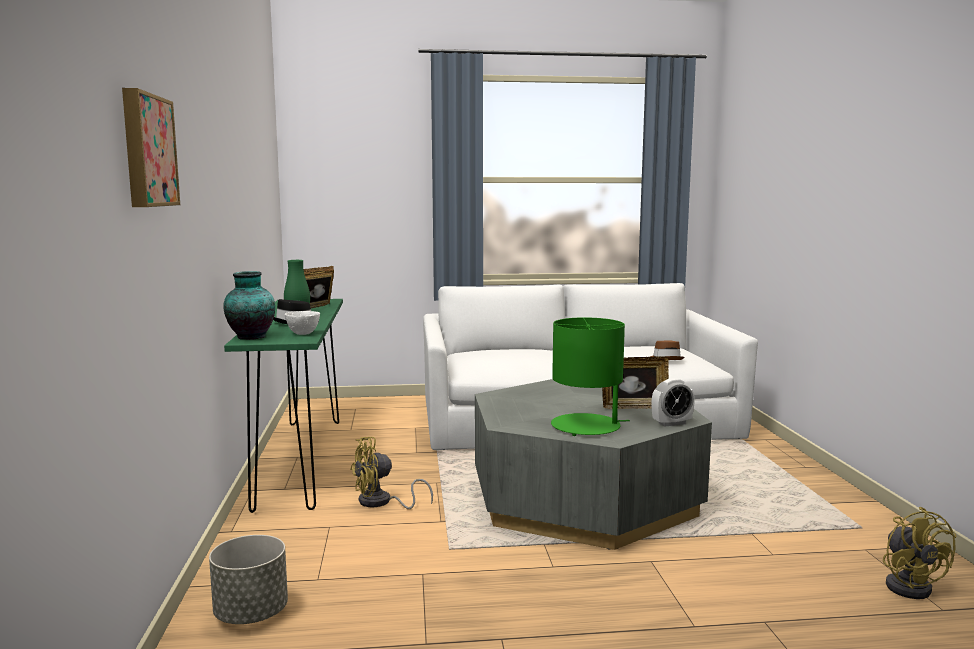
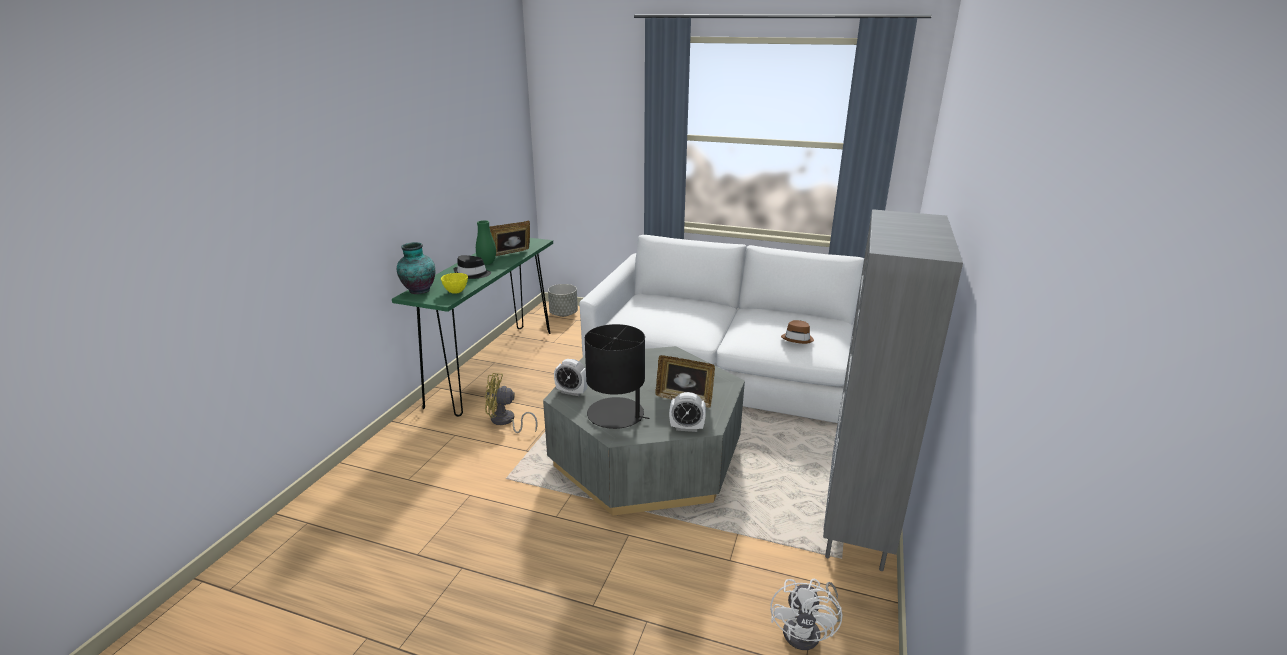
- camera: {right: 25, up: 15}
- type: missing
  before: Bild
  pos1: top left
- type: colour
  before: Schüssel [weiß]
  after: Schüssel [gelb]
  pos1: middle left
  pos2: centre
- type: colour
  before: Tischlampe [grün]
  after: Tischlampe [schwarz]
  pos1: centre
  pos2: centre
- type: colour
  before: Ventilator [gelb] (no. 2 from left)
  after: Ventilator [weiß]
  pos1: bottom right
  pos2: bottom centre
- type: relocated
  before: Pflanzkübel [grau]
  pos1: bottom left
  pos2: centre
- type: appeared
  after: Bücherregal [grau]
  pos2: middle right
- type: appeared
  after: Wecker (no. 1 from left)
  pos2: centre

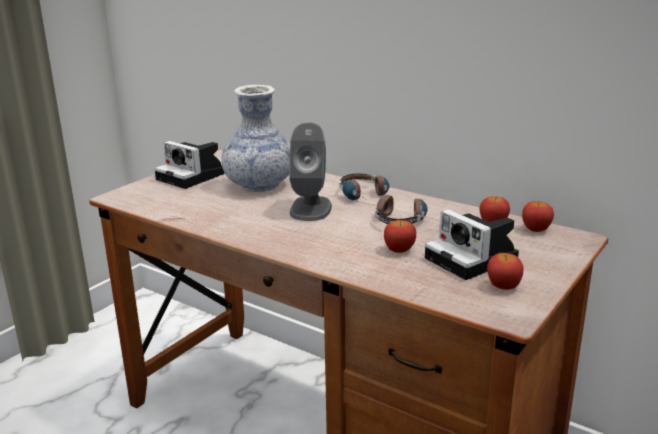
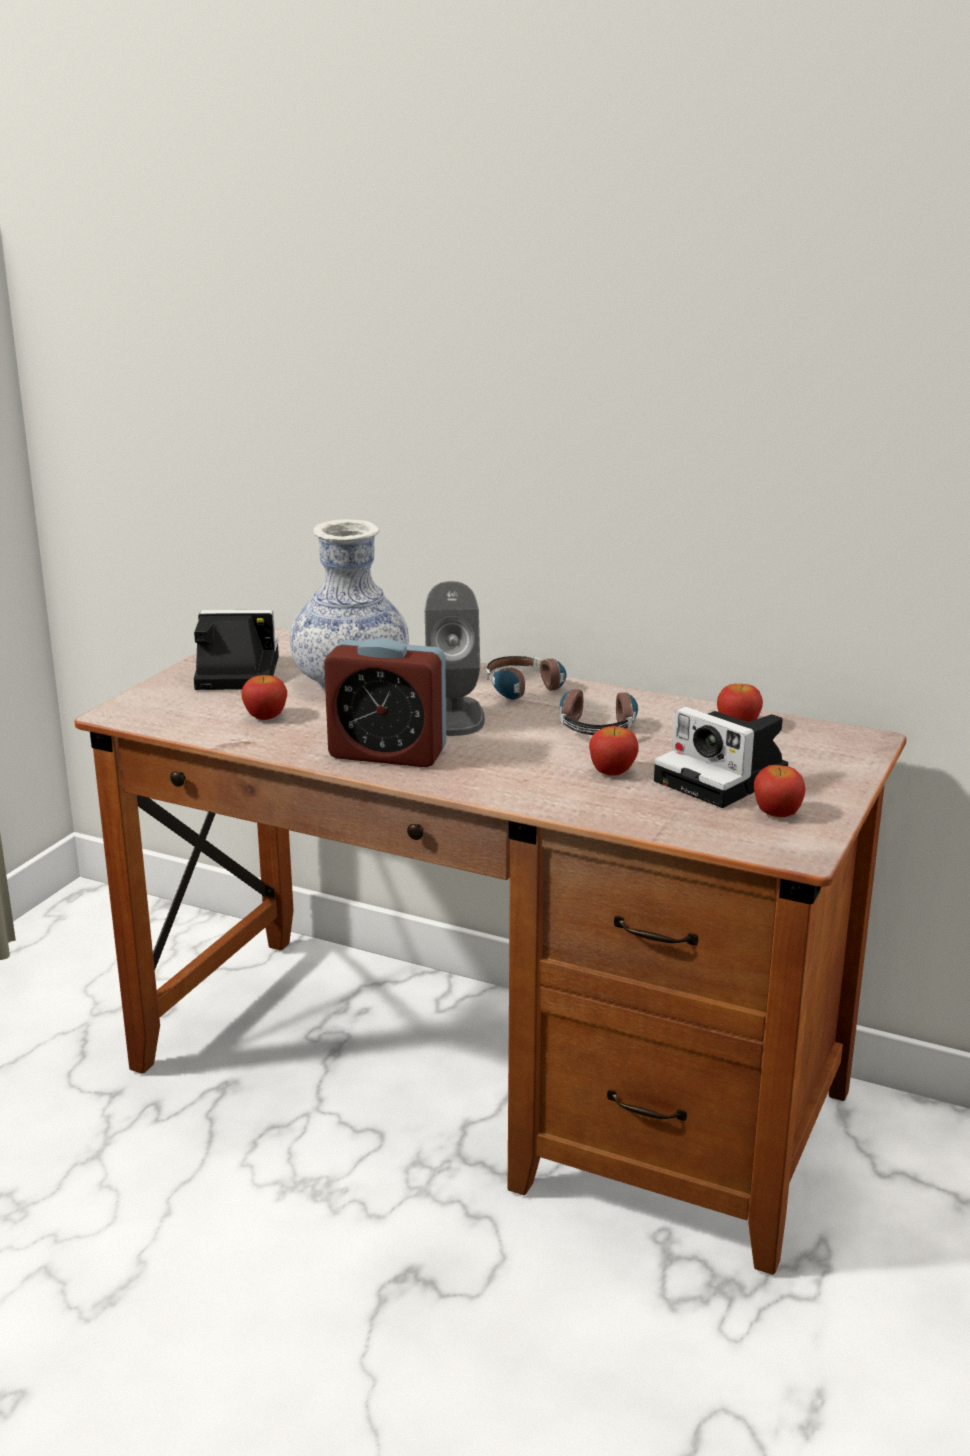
- camera: {right: -10, up: 0}
- type: spun
  before: Kamera (no. 1 from left)
  pos1: middle left
  pos2: middle left
  turn: 150
- type: relocated
  before: Apfel (no. 4 from left in the first image)
  after: Apfel (no. 1 from left)
  pos1: middle right
  pos2: middle left
- type: appeared
  after: Wecker
  pos2: centre

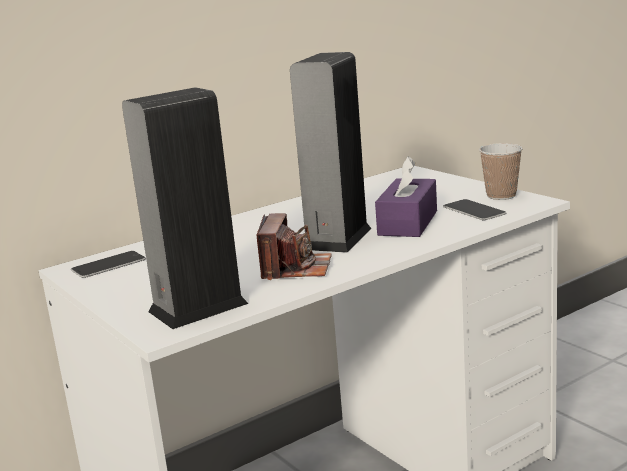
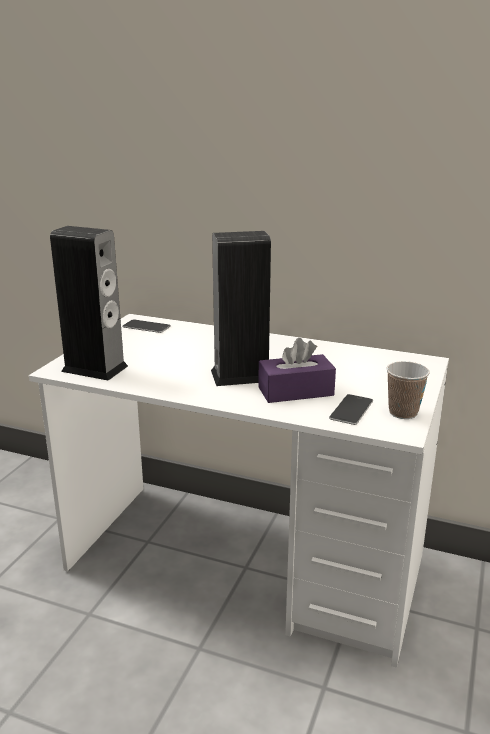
- camera: {right: 55, up: 5}
- type: missing
  before: Kamera
  pos1: centre

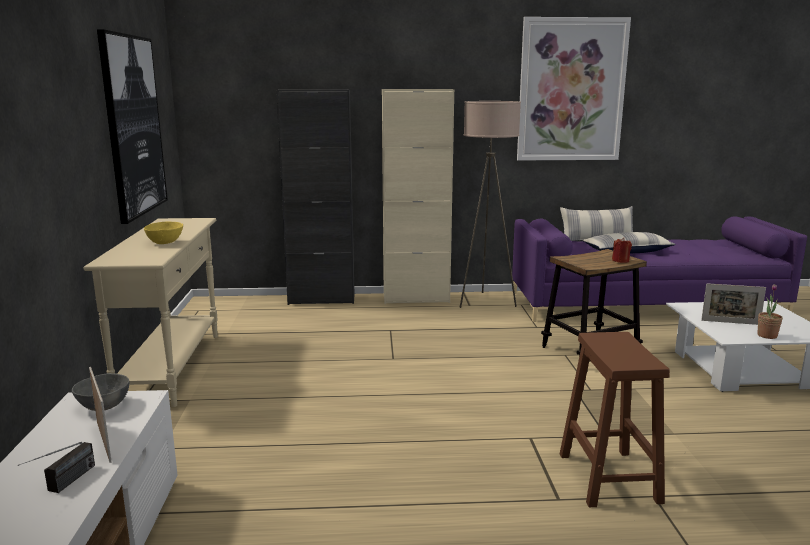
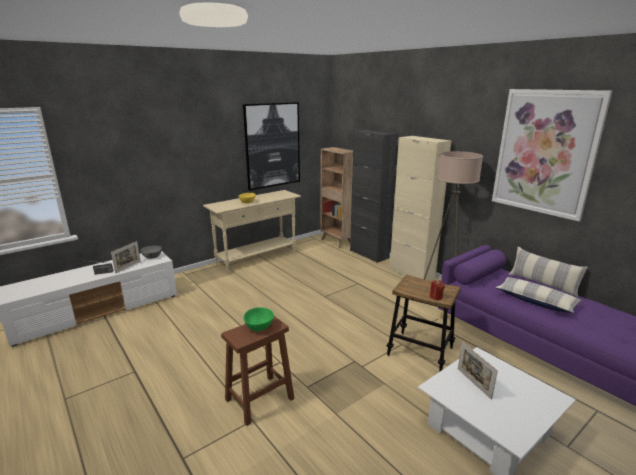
- camera: {right: 55, up: 5}
- type: missing
  before: Topfpflanze
  pos1: middle right
- type: appeared
  after: Bücherregal [braun]
  pos2: centre
- type: appeared
  after: Schüssel [grün]
  pos2: bottom centre

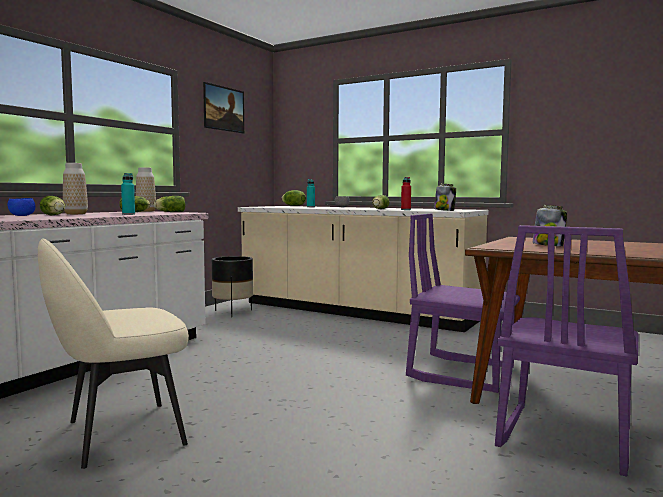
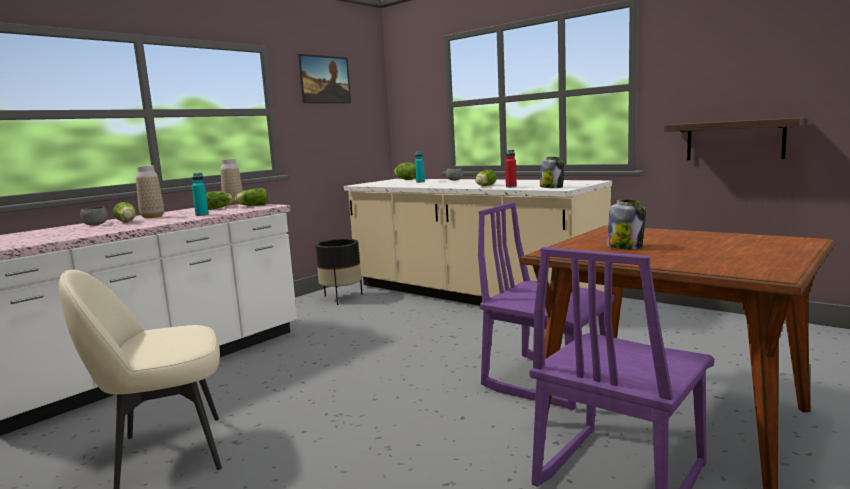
- camera: {right: 10, up: 5}
- type: colour
  before: Schüssel [blau]
  after: Schüssel [grau] (no. 1 from left)
  pos1: middle left
  pos2: middle left
- type: appeared
  after: Wandregal
  pos2: top right

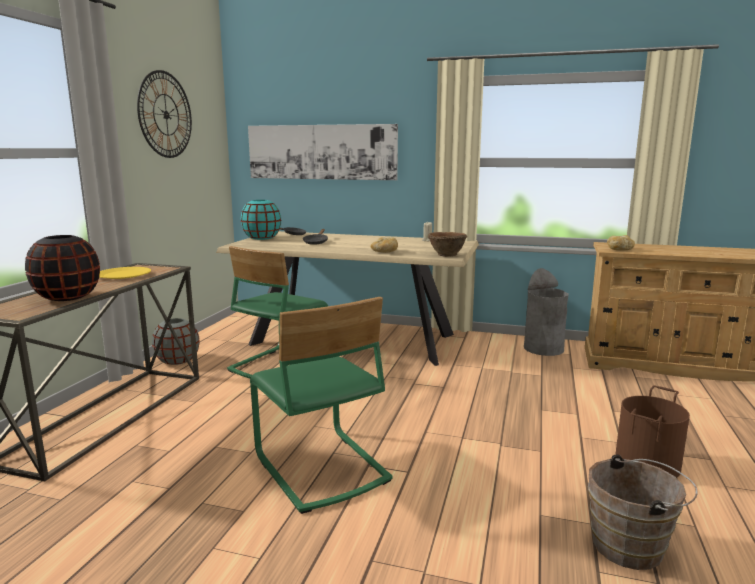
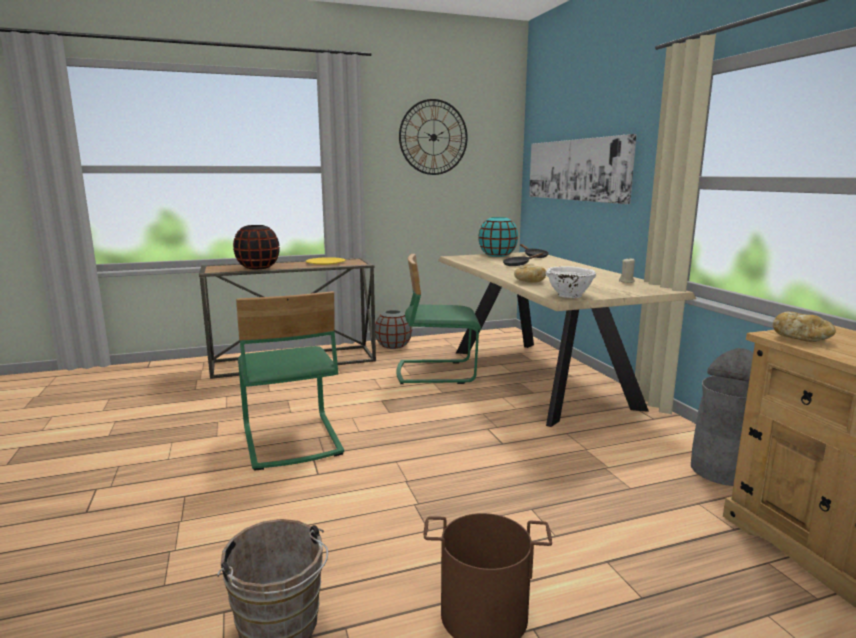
- camera: {right: 55, up: 0}
- type: colour
  before: Schüssel [braun]
  after: Schüssel [weiß]
  pos1: centre
  pos2: middle right
- type: spun
  before: Stuhl [grün] (no. 2 from left in the first image)
  pos1: bottom centre
  pos2: centre
  turn: -45

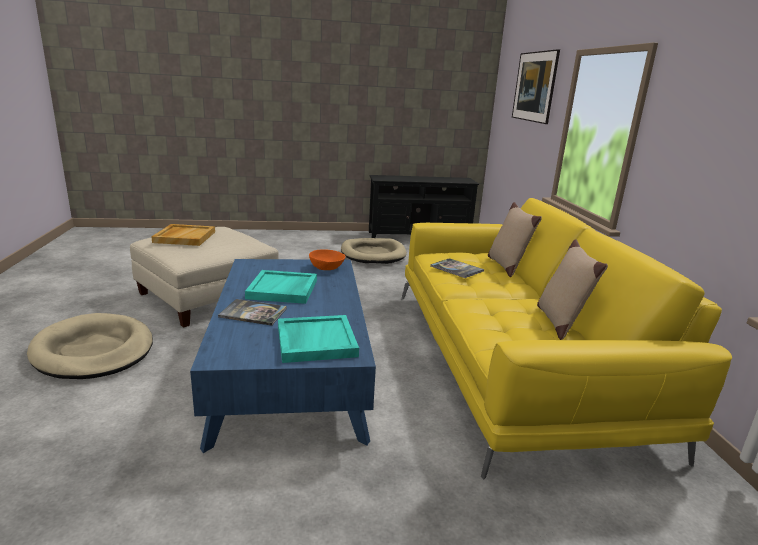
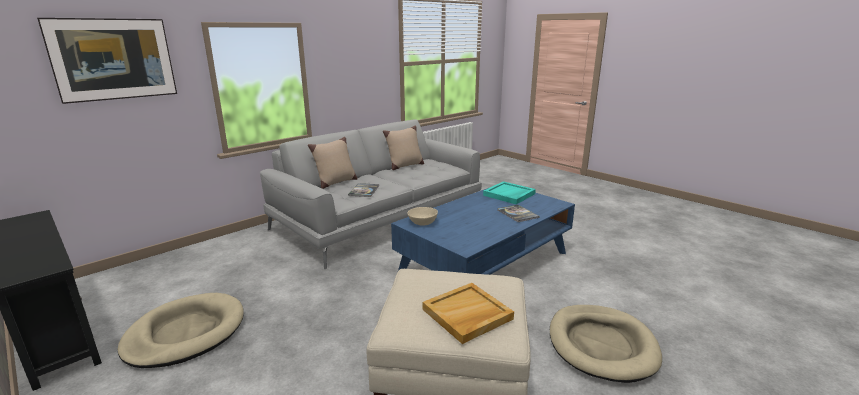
- camera: {right: -125, up: 0}
- type: colour
  before: Sofa [gelb]
  after: Sofa [grau]
  pos1: middle right
  pos2: centre
- type: colour
  before: Schüssel [orange]
  after: Schüssel [beige]
  pos1: centre
  pos2: centre
- type: missing
  before: Tablett [türkis] (no. 1 from left)
  pos1: centre

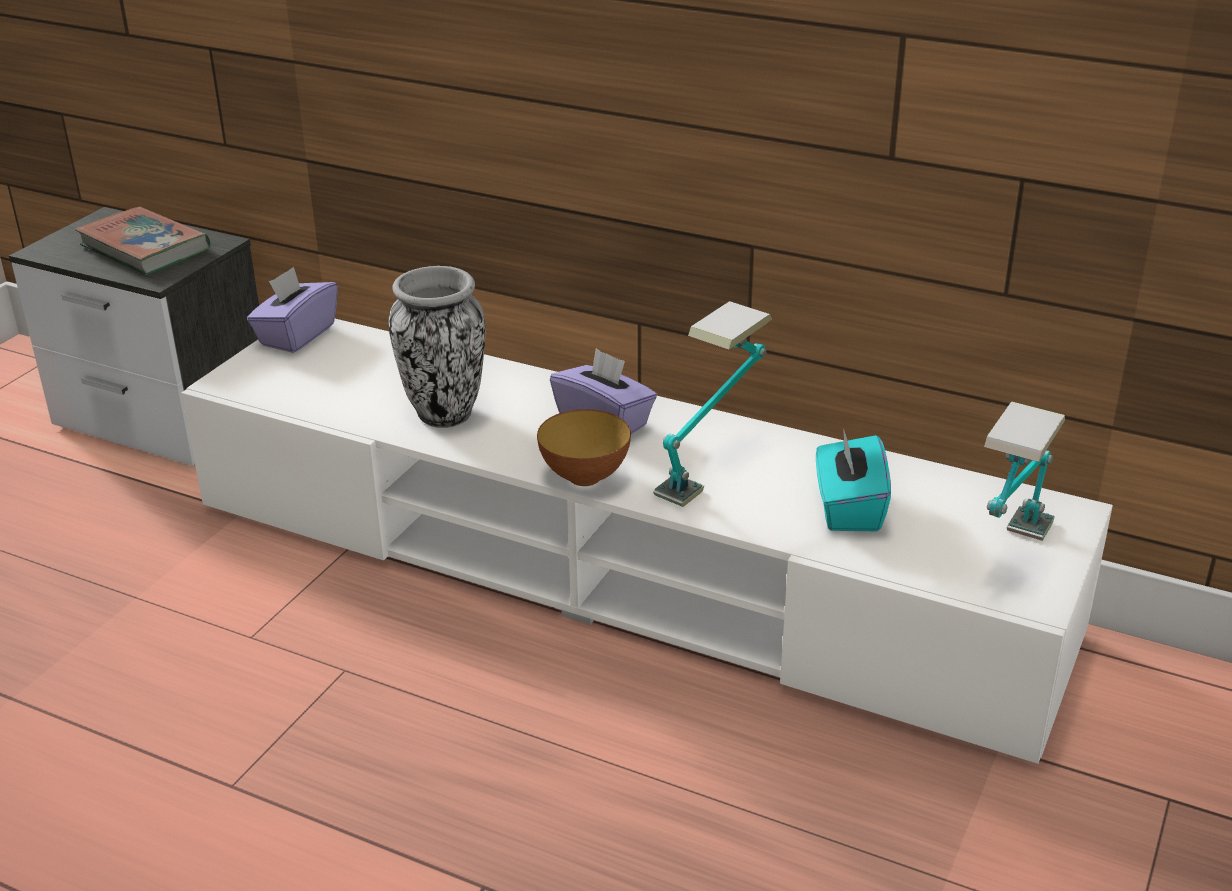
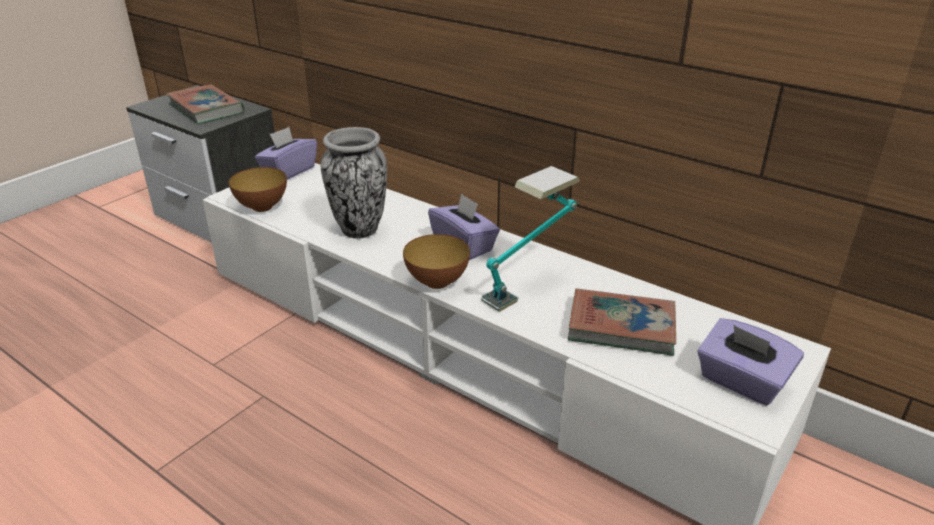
- camera: {right: 10, up: 0}
- type: exchanged
  before: Tischlampe (no. 2 from left)
  after: Taschentuchbox [lila] (no. 3 from left)
  pos1: middle right
  pos2: bottom right
- type: exchanged
  before: Taschentuchbox [türkis]
  after: Buch (no. 2 from left)
  pos1: middle right
  pos2: centre
- type: appeared
  after: Schüssel (no. 1 from left)
  pos2: middle left

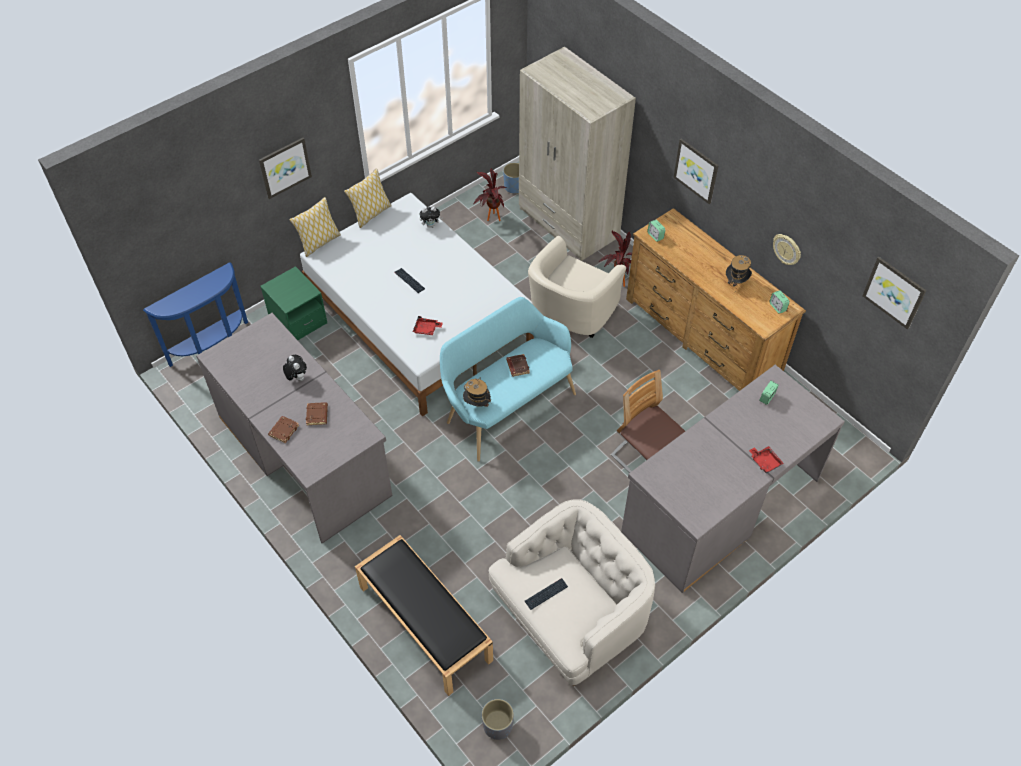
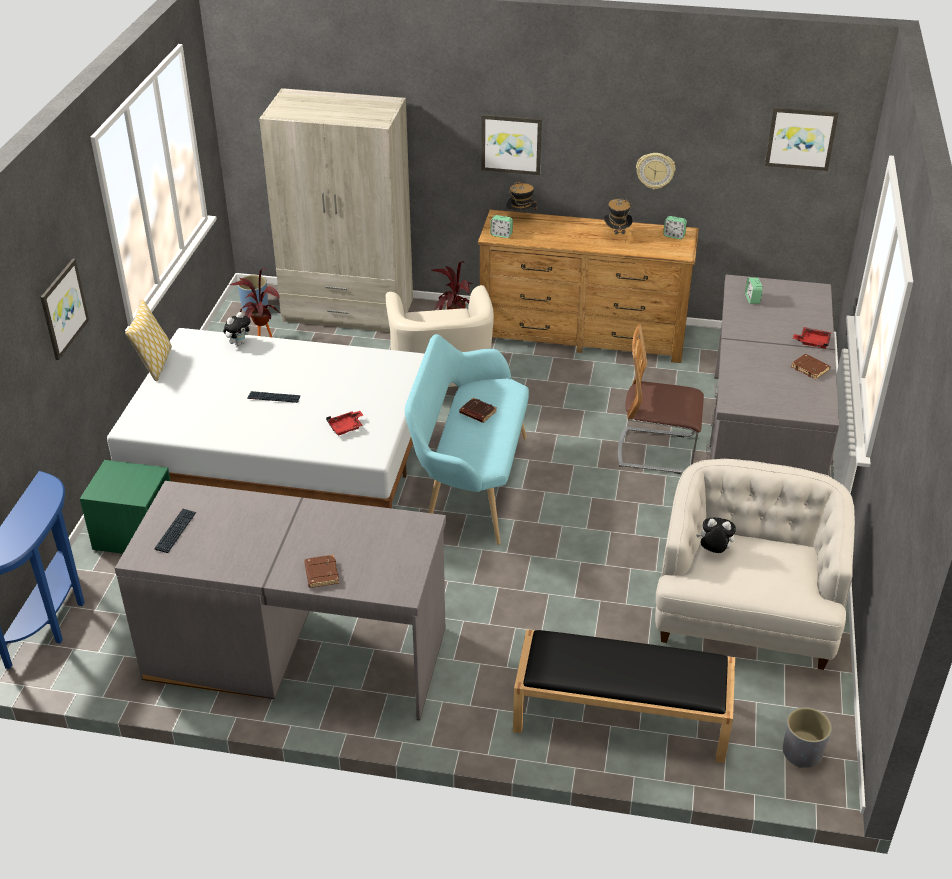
- camera: {right: -40, up: -15}
- type: missing
  before: Kissen (no. 1 from left)
  pos1: top left
- type: relocated
  before: Plüschtier (no. 1 from left in the first image)
  after: Plüschtier (no. 2 from left)
  pos1: middle left
  pos2: middle right
- type: relocated
  before: Hut (no. 1 from left)
  pos1: centre
  pos2: top centre
- type: relocated
  before: Buch [braun] (no. 2 from left in the first image)
  after: Buch [braun] (no. 3 from left)
  pos1: middle left
  pos2: middle right
- type: relocated
  before: Tastatur (no. 2 from left in the first image)
  after: Tastatur (no. 1 from left)
  pos1: bottom centre
  pos2: middle left

